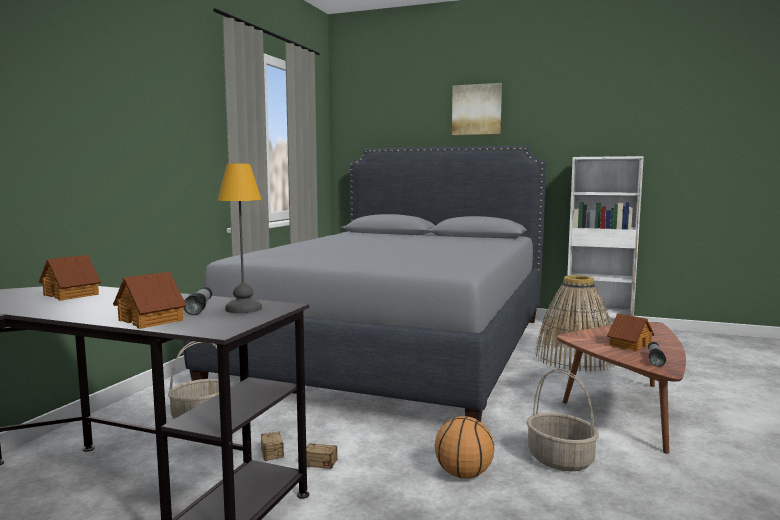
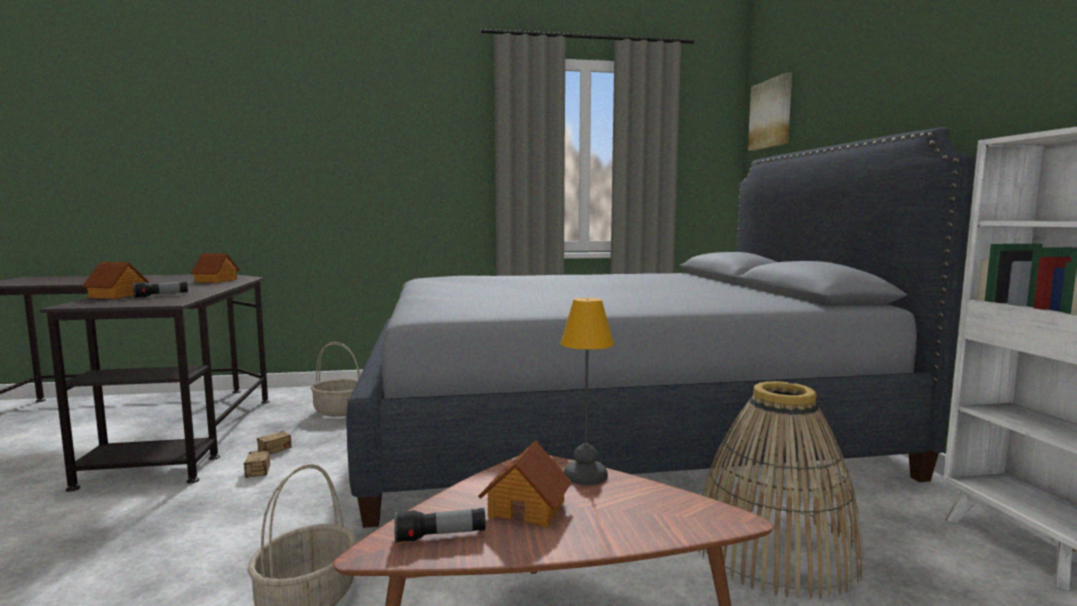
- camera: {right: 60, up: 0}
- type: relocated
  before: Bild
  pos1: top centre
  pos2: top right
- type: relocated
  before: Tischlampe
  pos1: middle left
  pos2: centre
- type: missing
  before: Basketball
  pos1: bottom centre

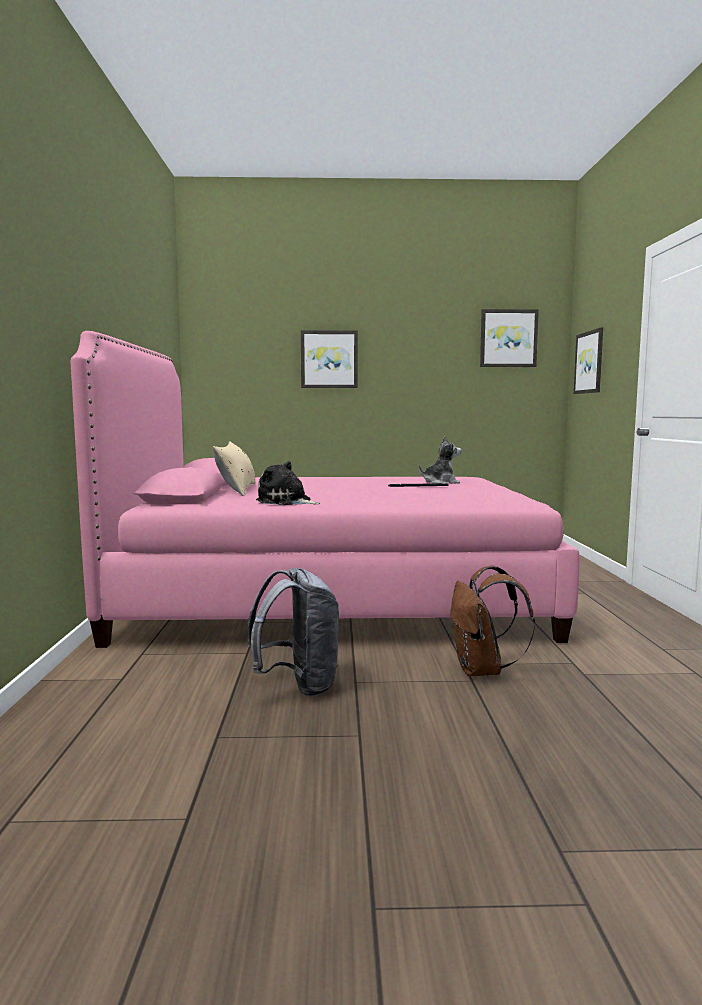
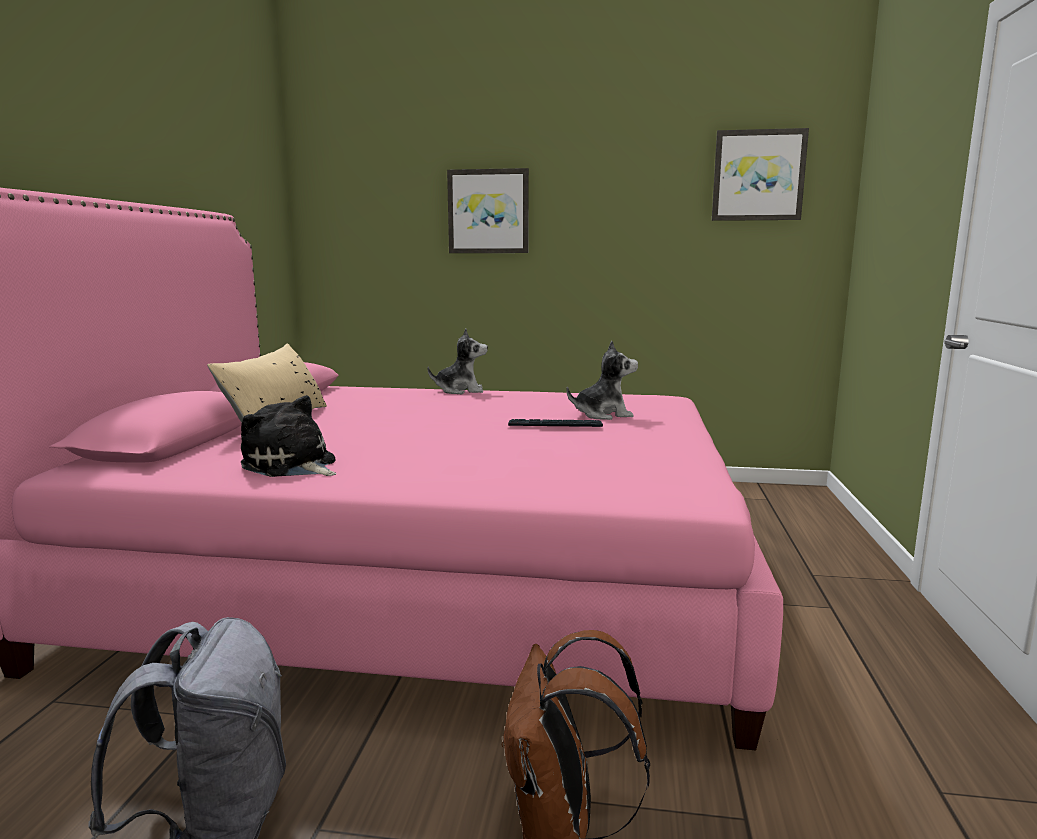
- camera: {right: 10, up: 5}
- type: missing
  before: Bild (no. 3 from left)
  pos1: middle right
- type: appeared
  after: Plüschtier (no. 2 from left)
  pos2: centre

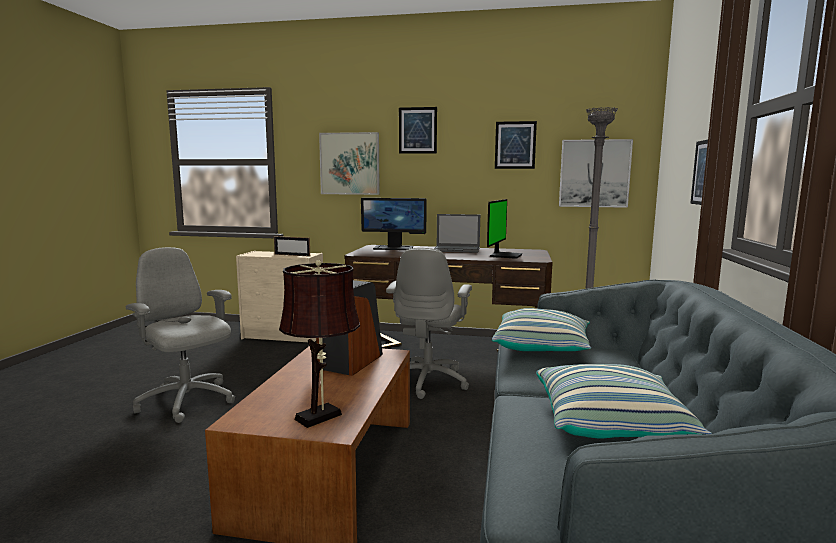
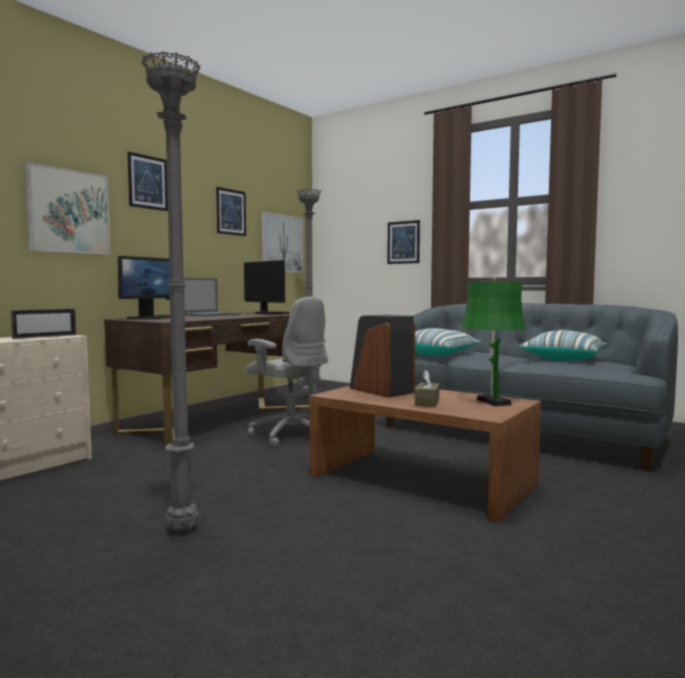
- camera: {right: -65, up: -5}
- type: exchanged
  before: Bürostuhl [grau] (no. 1 from left)
  after: Stehlampe [grau] (no. 1 from left)
  pos1: middle left
  pos2: middle left
- type: colour
  before: Tischlampe [braun]
  after: Tischlampe [grün]
  pos1: centre
  pos2: middle right
- type: appeared
  after: Taschentuchbox [braun]
  pos2: centre

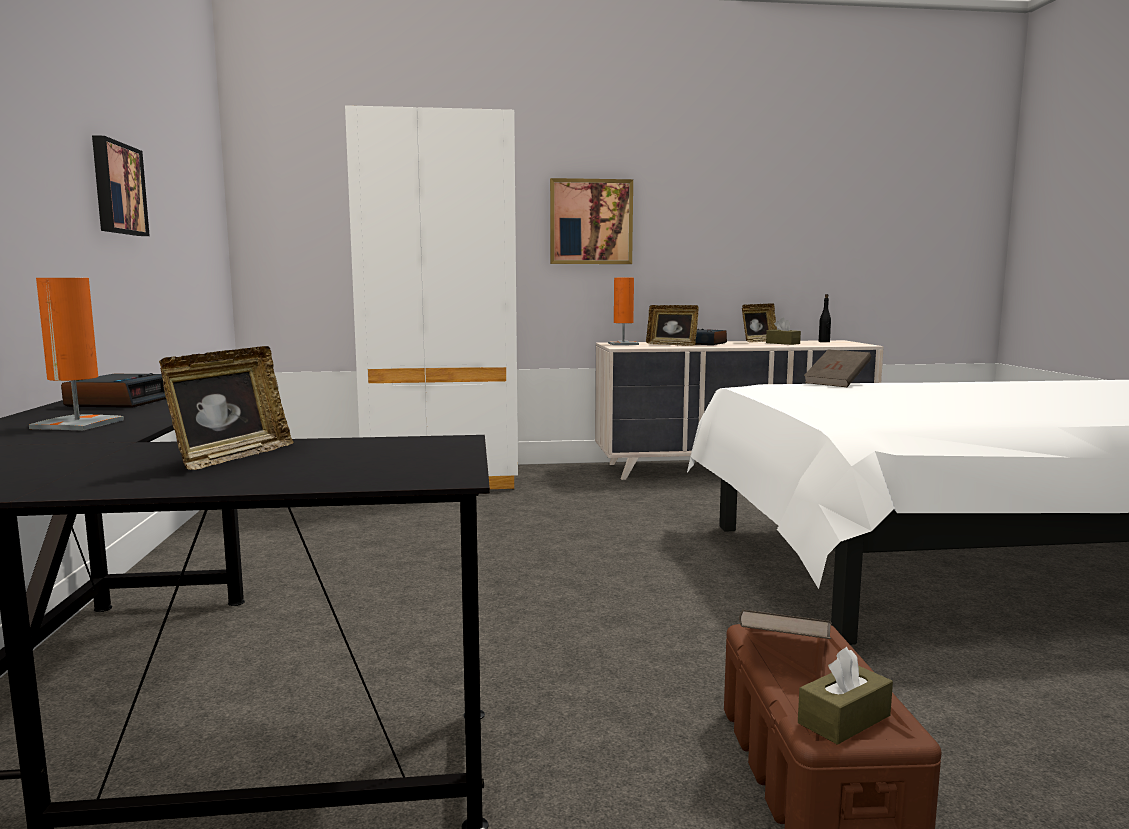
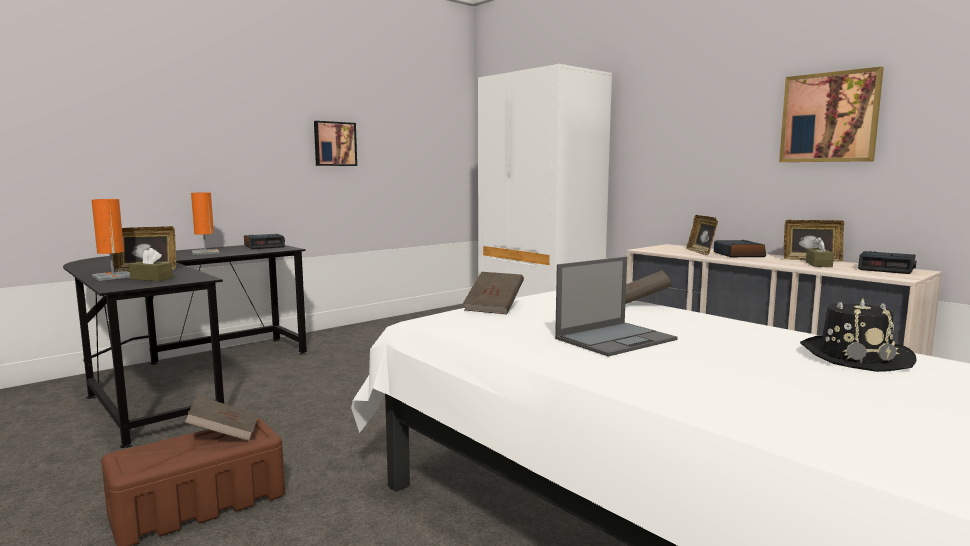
- camera: {right: 55, up: 0}
- type: relocated
  before: Bild (no. 2 from left)
  pos1: top centre
  pos2: top right
- type: relocated
  before: Tischlampe [orange] (no. 2 from left in the first image)
  after: Tischlampe [orange] (no. 1 from left)
  pos1: centre
  pos2: middle left
- type: exchanged
  before: Flasche [schwarz]
  after: Wecker (no. 3 from left)
  pos1: middle right
  pos2: middle right
- type: relocated
  before: Taschentuchbox [braun] (no. 2 from left in the first image)
  after: Taschentuchbox [braun] (no. 1 from left)
  pos1: bottom right
  pos2: middle left
- type: appeared
  after: Laptop
  pos2: centre
- type: appeared
  after: Buch [braun] (no. 2 from left)
  pos2: centre
- type: appeared
  after: Hut [schwarz]
  pos2: middle right

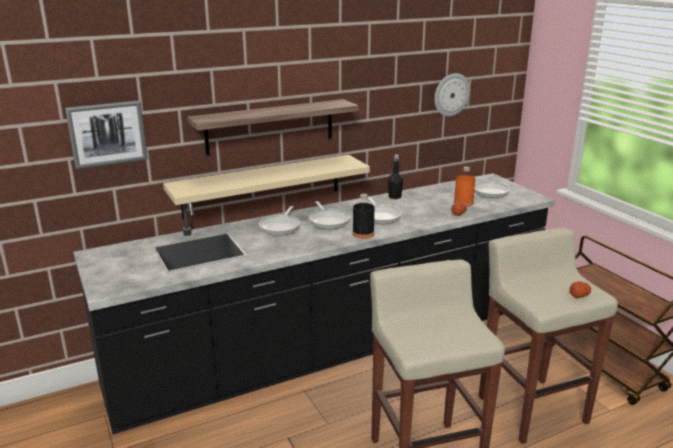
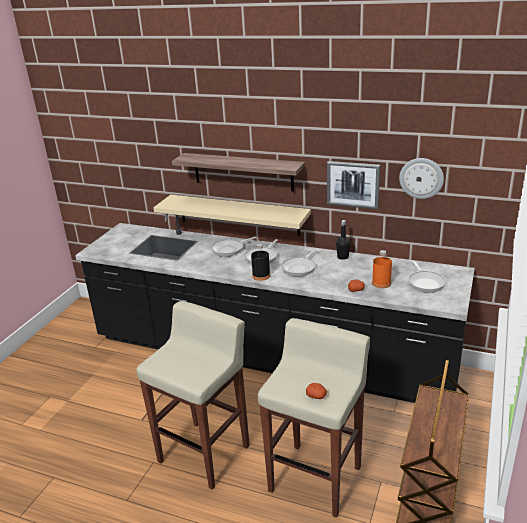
- camera: {right: 50, up: 5}
- type: relocated
  before: Bild
  pos1: top left
  pos2: middle right

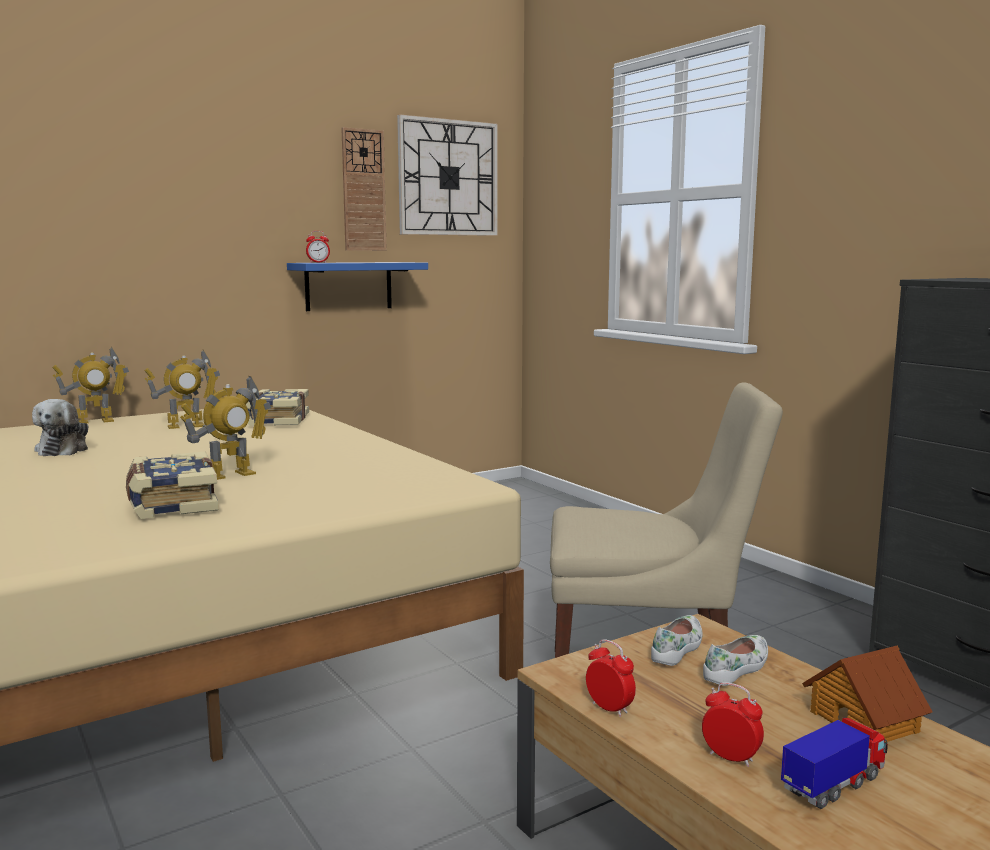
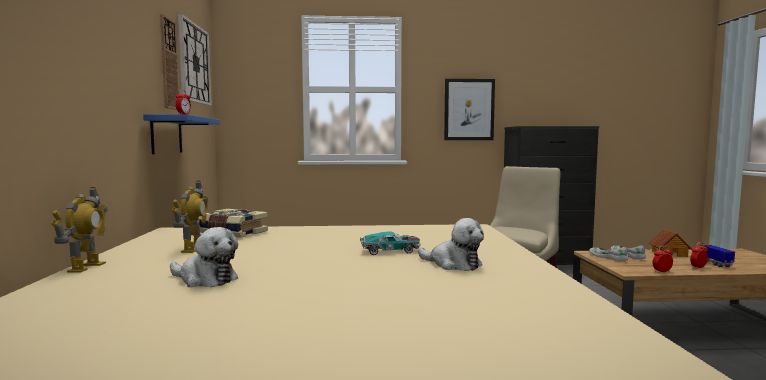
- camera: {right: -60, up: -5}
- type: exchanged
  before: Spielzeugroboter (no. 3 from left)
  after: Spielzeugauto
  pos1: middle left
  pos2: centre
- type: exchanged
  before: Buch (no. 1 from left)
  after: Plüschtier (no. 2 from left)
  pos1: middle left
  pos2: centre
- type: appeared
  after: Bild
  pos2: top centre

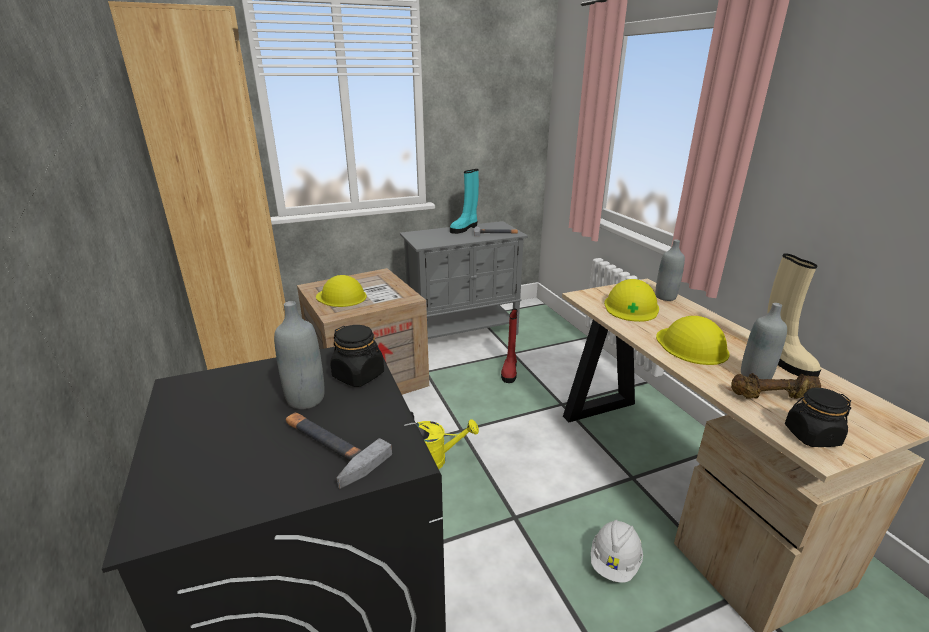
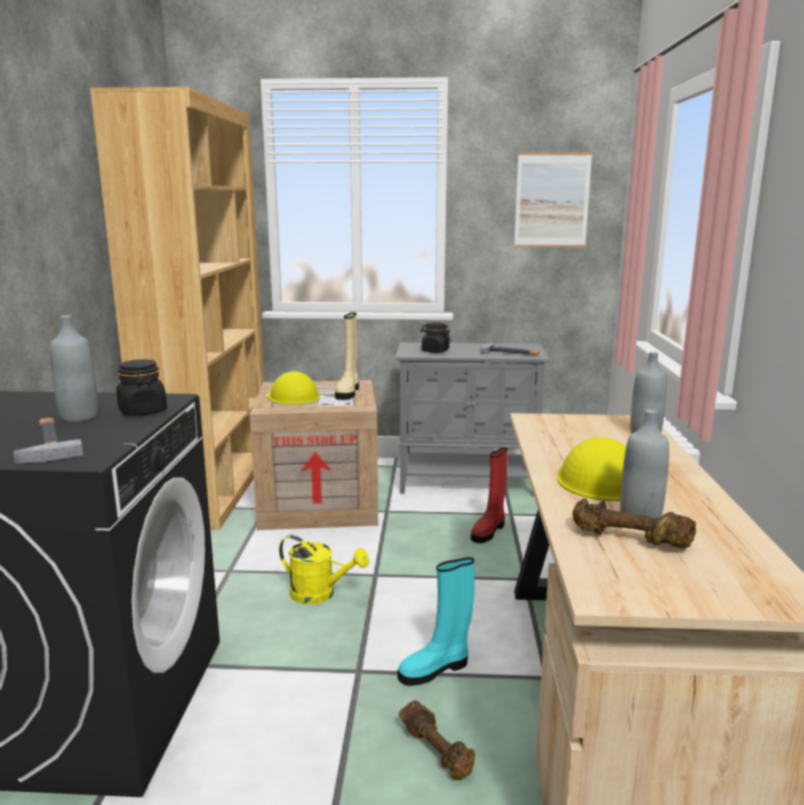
- camera: {right: 25, up: -10}
- type: relocated
  before: Stiefel [türkis]
  pos1: top centre
  pos2: bottom centre
- type: relocated
  before: Stiefel [beige]
  pos1: middle right
  pos2: centre
- type: missing
  before: Schutzhelm [gelb] (no. 2 from left)
  pos1: middle right
- type: relocated
  before: Vorratsglas [schwarz] (no. 2 from left)
  pos1: middle right
  pos2: centre
- type: exchanged
  before: Schutzhelm [weiß]
  after: Hantel [braun] (no. 1 from left)
  pos1: bottom centre
  pos2: bottom centre
- type: appeared
  after: Bild
  pos2: top right

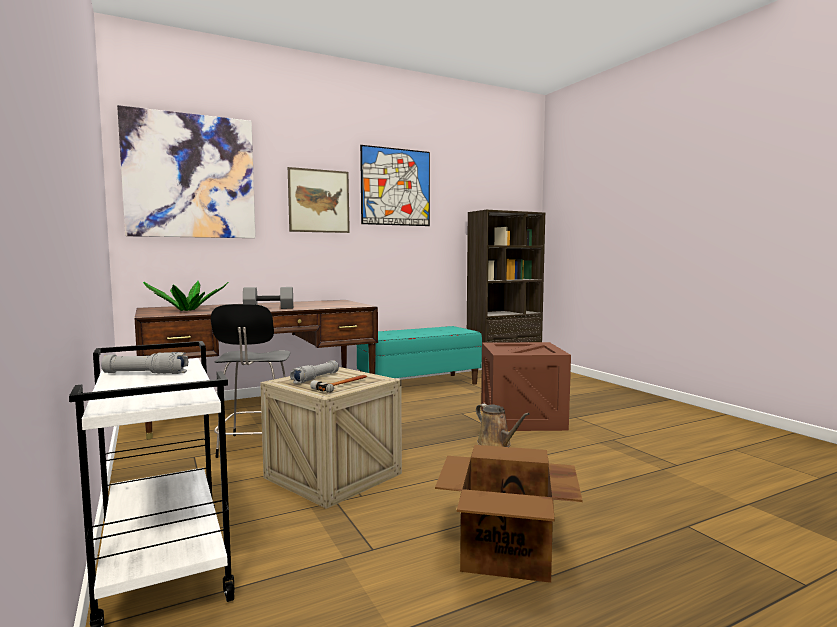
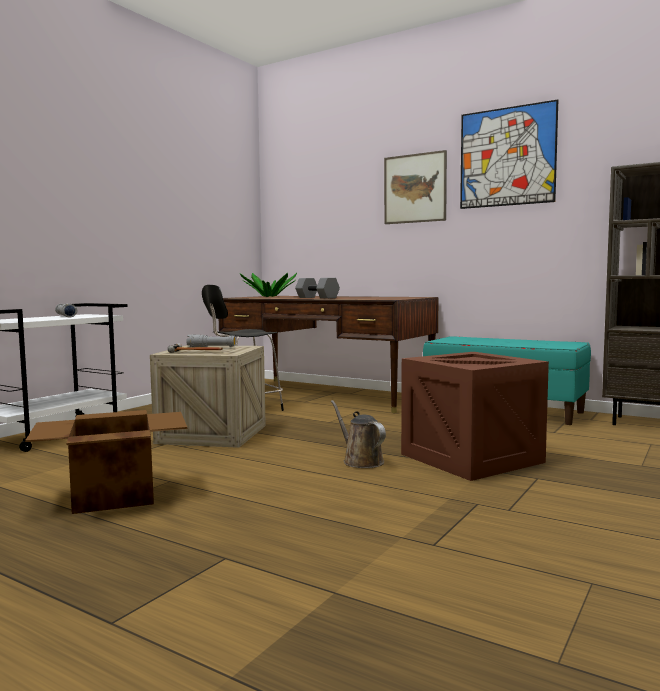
- camera: {right: 60, up: 0}
- type: missing
  before: Bild (no. 1 from left)
  pos1: top left
- type: spun
  before: Gießkanne [braun]
  pos1: bottom centre
  pos2: centre
  turn: 120

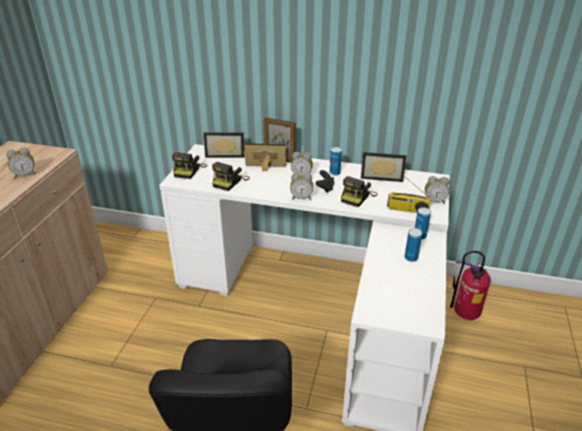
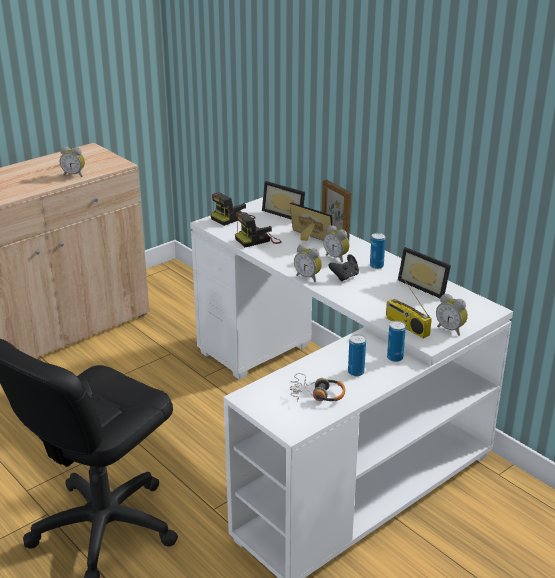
- camera: {right: 35, up: -5}
- type: missing
  before: Kamera (no. 3 from left)
  pos1: centre
- type: missing
  before: Feuerlöscher
  pos1: middle right
- type: appeared
  after: Kopfhörer
  pos2: bottom centre

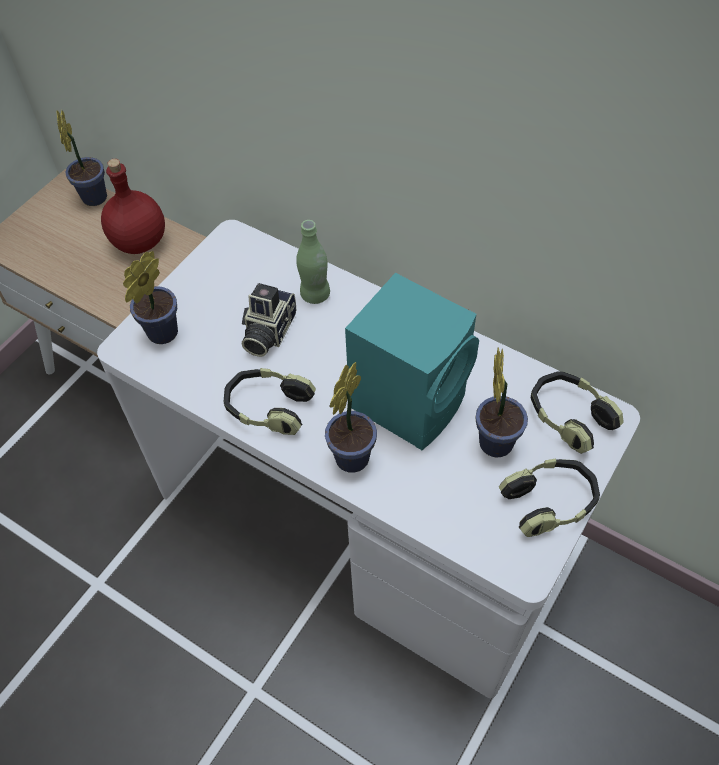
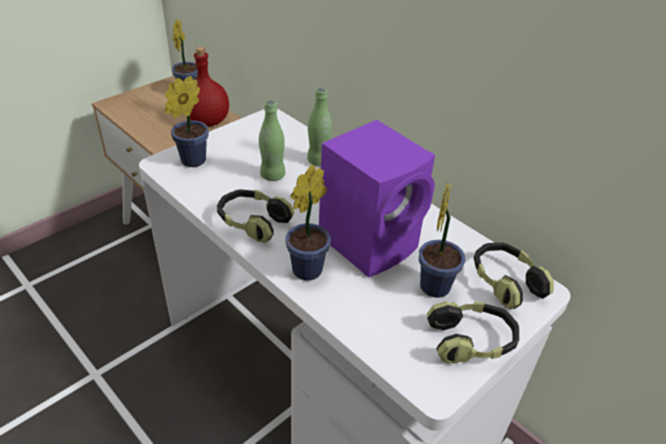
- camera: {right: 10, up: -15}
- type: colour
  before: Lautsprecher [türkis]
  after: Lautsprecher [lila]
  pos1: centre
  pos2: centre
- type: exchanged
  before: Kamera
  after: Flasche [grün] (no. 1 from left)
  pos1: centre
  pos2: top centre

